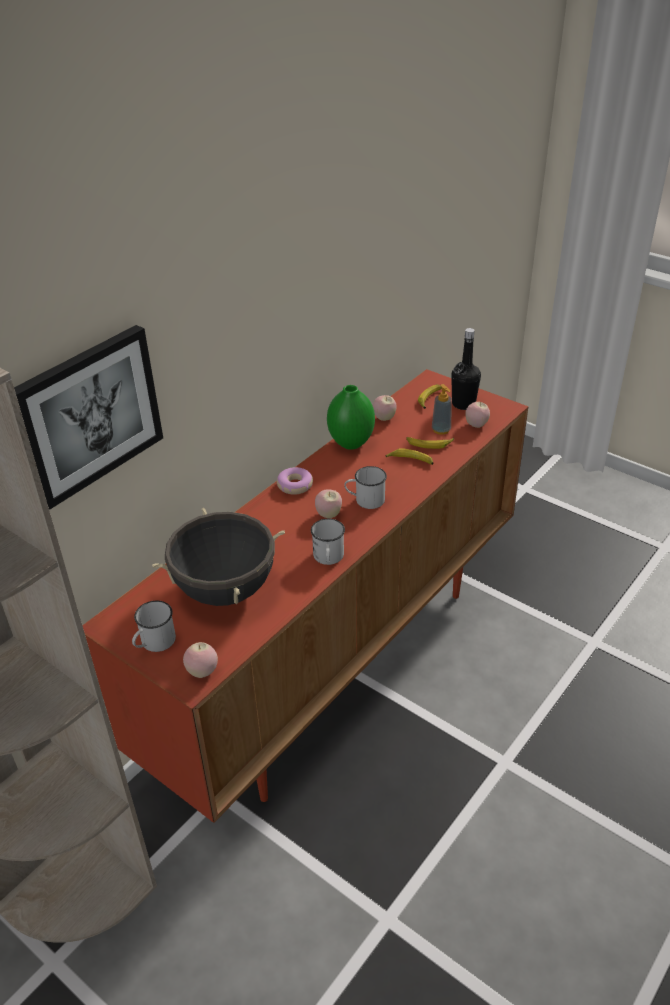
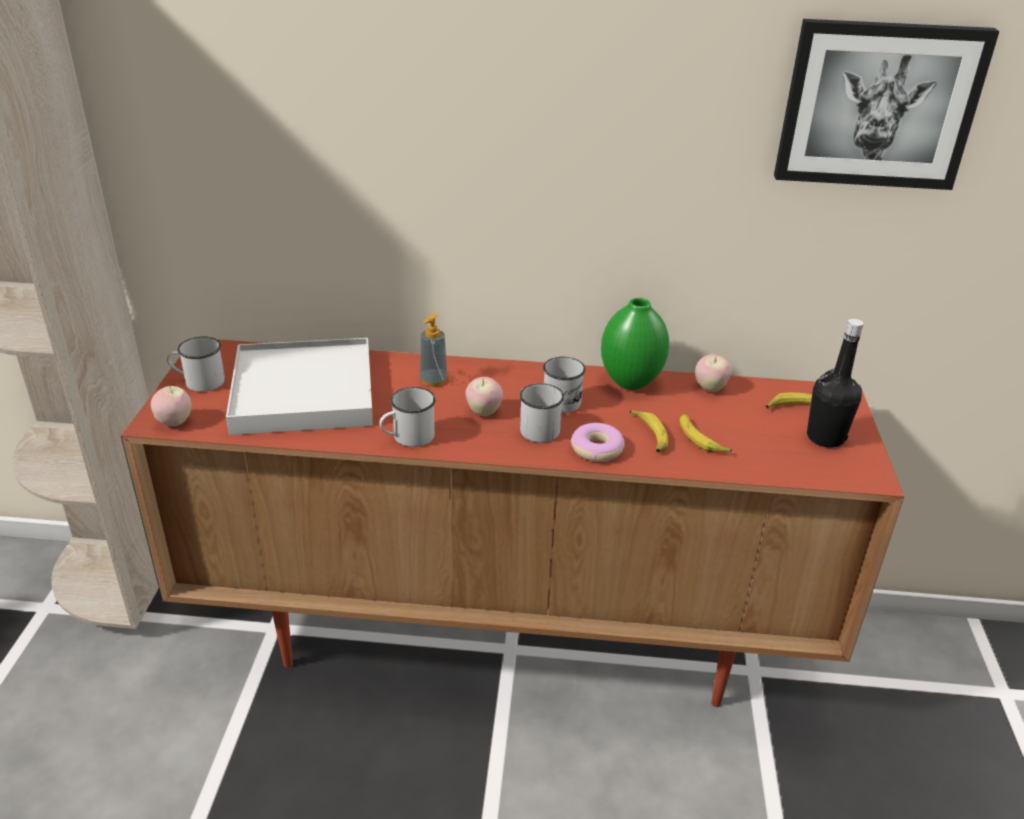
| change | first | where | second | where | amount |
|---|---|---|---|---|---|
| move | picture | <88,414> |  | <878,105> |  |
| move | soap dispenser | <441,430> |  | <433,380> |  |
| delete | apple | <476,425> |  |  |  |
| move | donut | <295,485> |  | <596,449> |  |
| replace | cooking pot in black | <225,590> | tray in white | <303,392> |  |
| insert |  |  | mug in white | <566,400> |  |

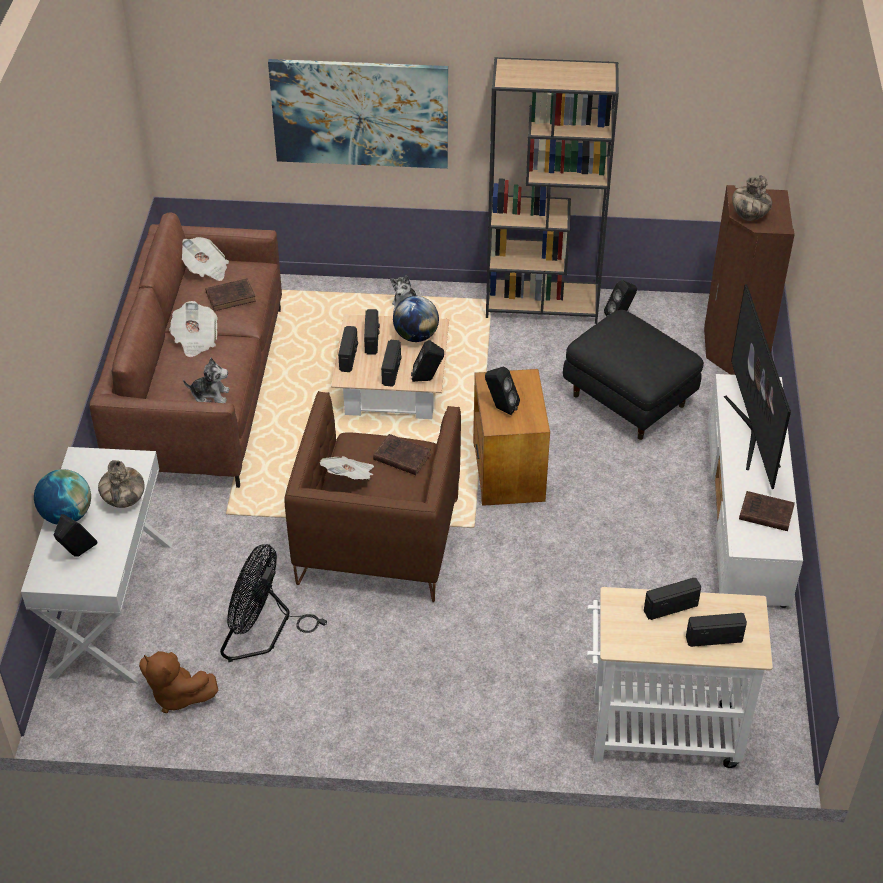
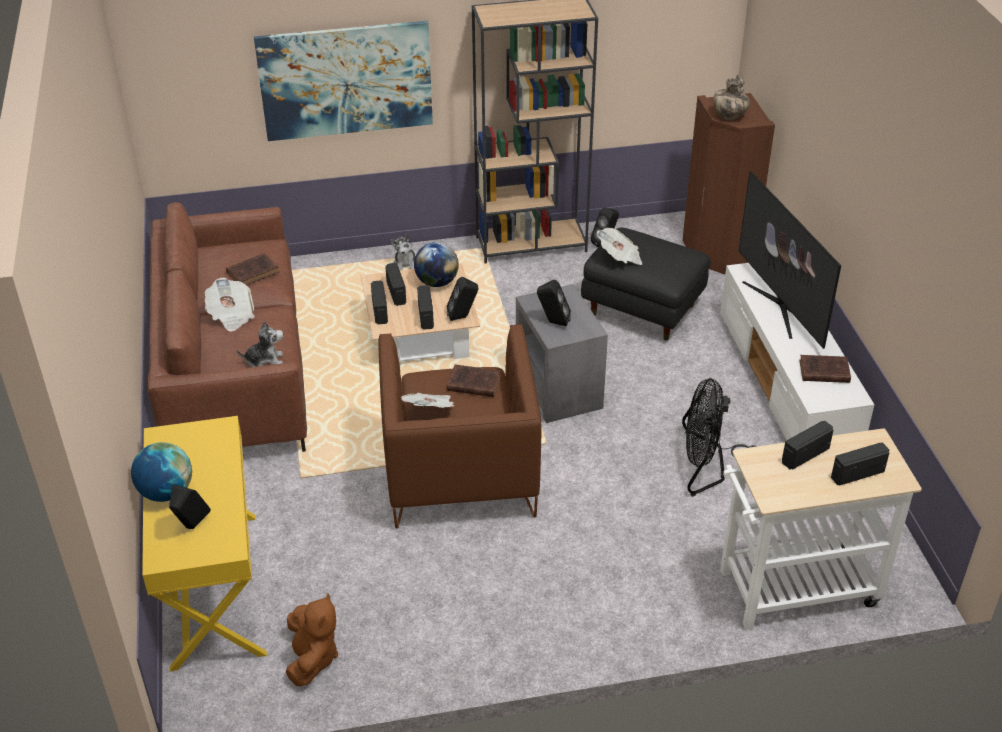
| change | first | where | second | where | amount |
|---|---|---|---|---|---|
| move | newspaper | <206,269> |  | <619,257> |  |
| recolor | side table in brown | <508,471> | side table in grey | <558,389> |  |
| recolor | console table in white | <111,608> | console table in yellow | <214,589> |  |
| delete | vase | <124,500> |  |  |  |
| move | fan in black | <268,626> |  | <708,461> |  |
| rotate | plush toy in brown | <177,695> |  | <312,658> | 105 degrees counterclockwise |

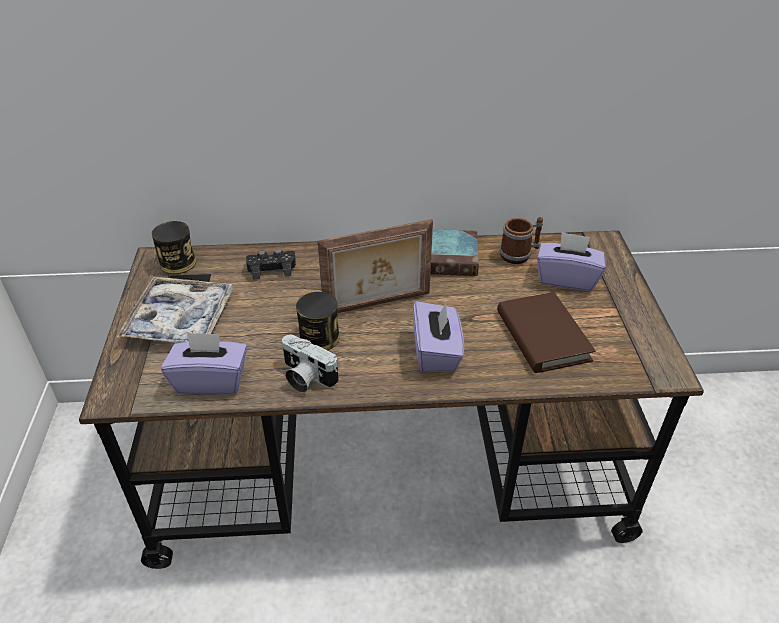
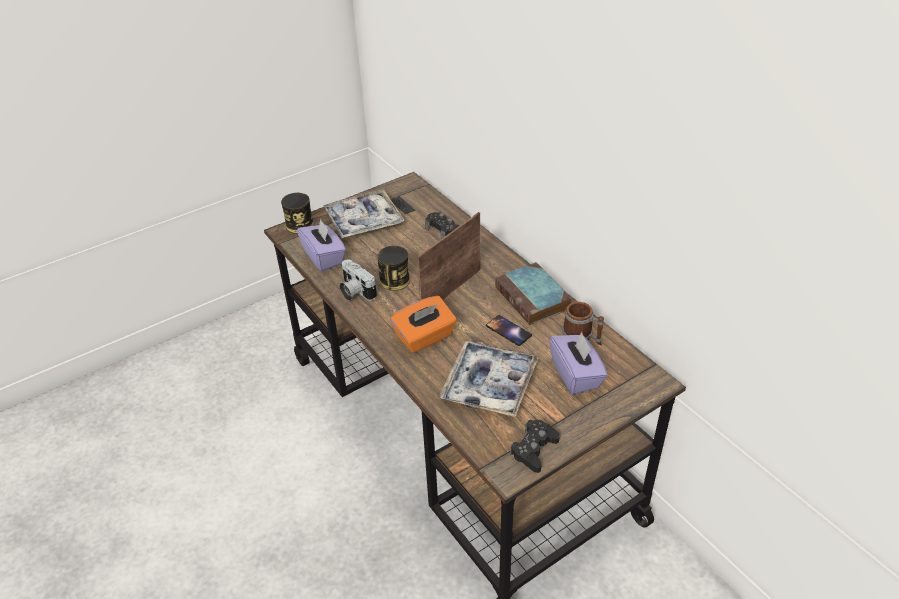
| change | first | where | second | where | amount |
|---|---|---|---|---|---|
| rotate | picture frame | <378,305> |  | <450,291> | 90 degrees clockwise |
| move | can | <178,263> |  | <299,225> |  |
| replace | book in brown | <542,336> | tray | <489,385> |  |
| recolor | tissue box in purple | <436,352> | tissue box in orange | <425,337> |  |
| rotate | photo camera | <305,377> |  | <355,291> | 45 degrees counterclockwise |
| insert |  |  | phone | <508,331> |  |
| insert |  |  | game controller in black | <534,449> |  |

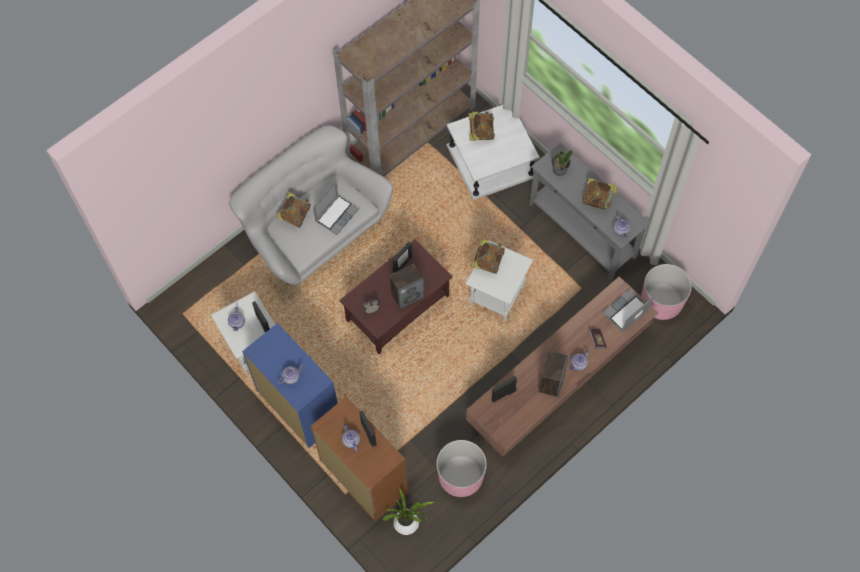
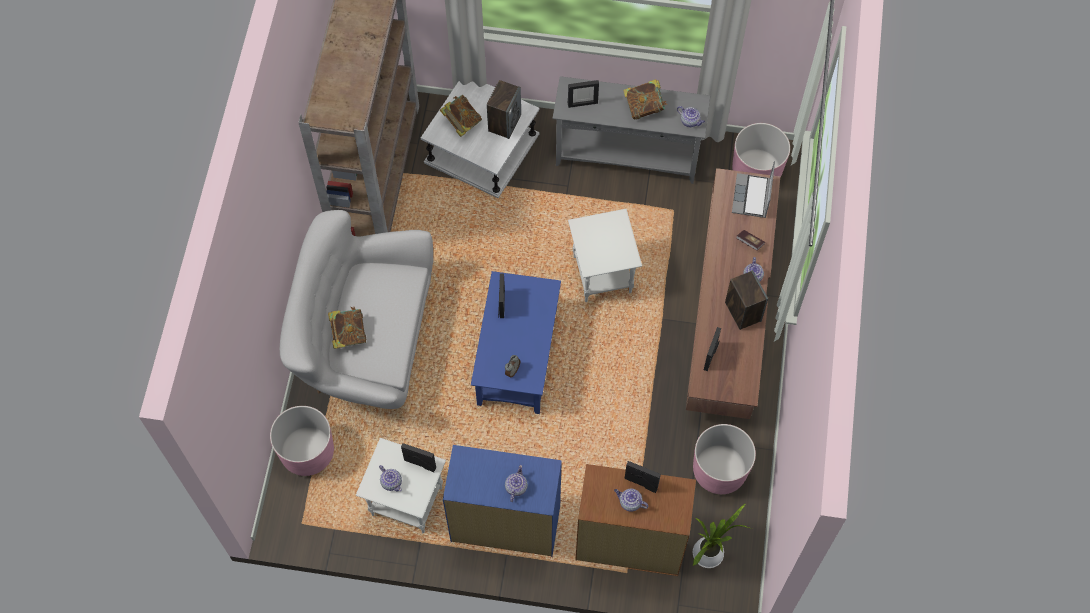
| change | first | where | second | where | amount |
|---|---|---|---|---|---|
| replace | potted plant | <559,170> | picture frame | <582,103> |  |
| delete | laptop | <337,214> |  |  |  |
| recolor | coffee table in brown | <398,307> | coffee table in blue | <517,355> |  |
| delete | book | <487,262> |  |  |  |
| move | speaker | <407,295> |  | <504,122> |  |
| insert |  |  | planter in pink | <307,452> |  |

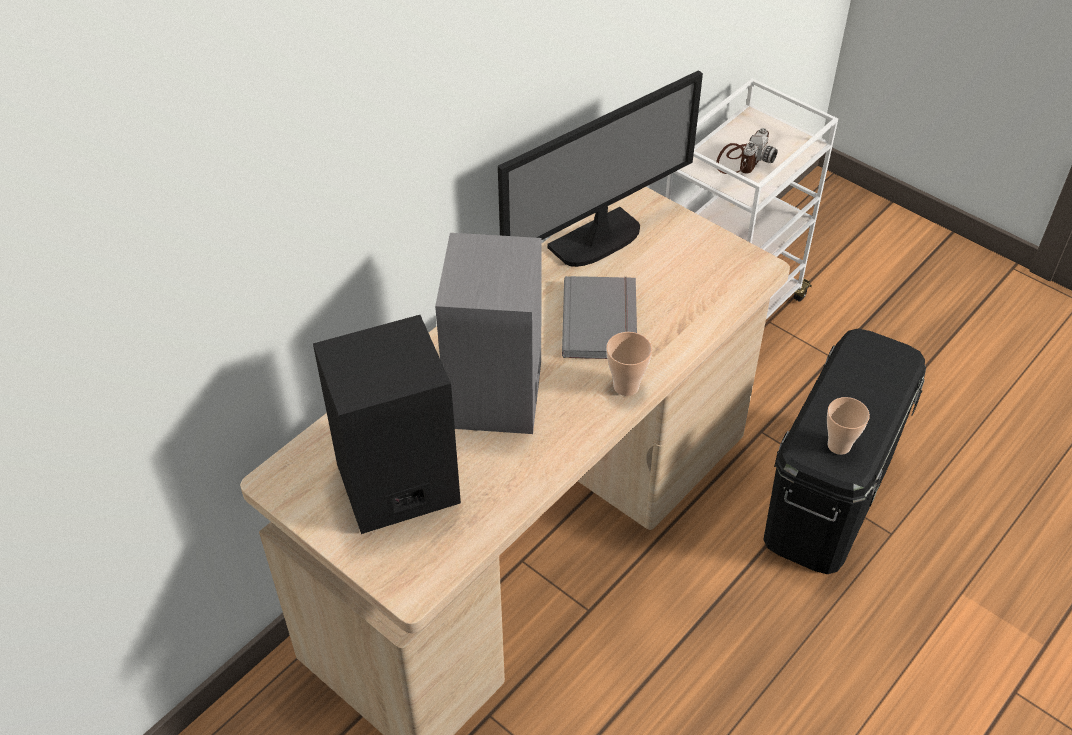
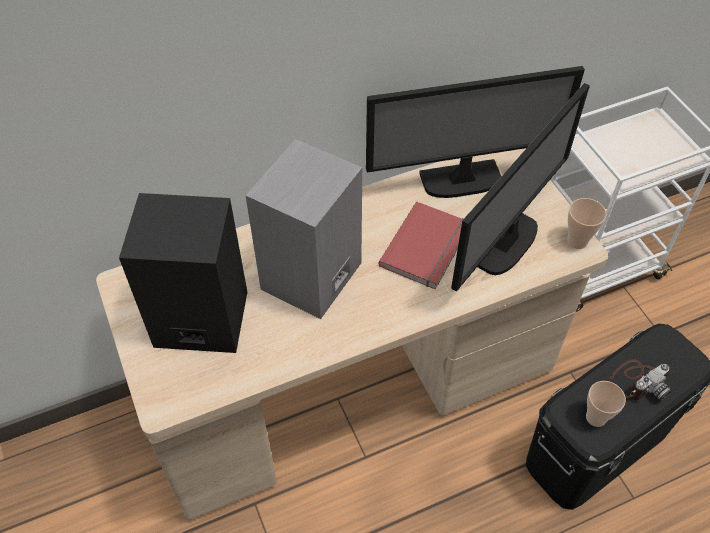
| change | first | where | second | where | amount |
|---|---|---|---|---|---|
| move | photo camera | <742,159> |  | <637,382> |  |
| recolor | book in grey | <603,320> | book in red | <428,247> |  |
| move | cup | <626,386> |  | <577,241> |  |
| insert |  |  | monitor | <506,244> |  |

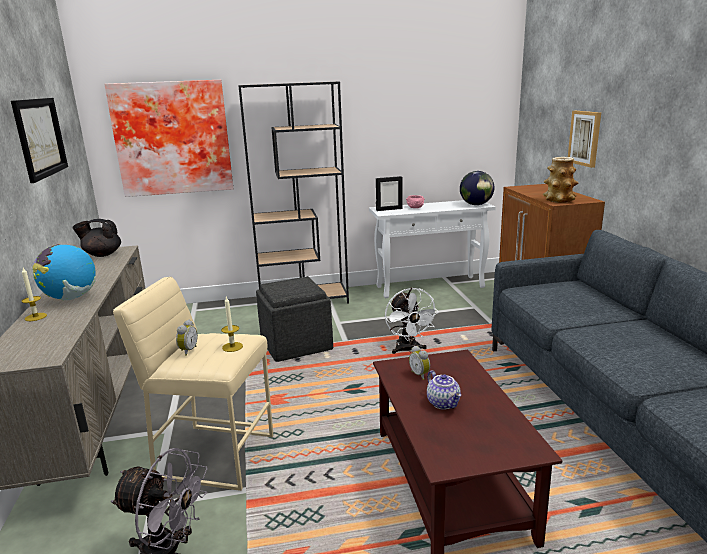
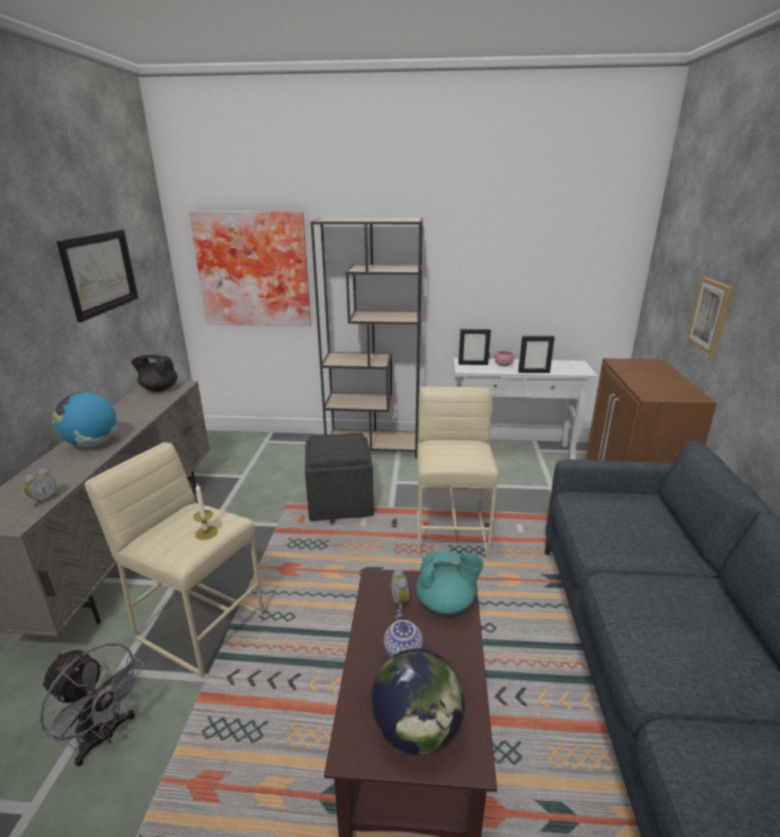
| change | first | where | second | where | amount |
|---|---|---|---|---|---|
| delete | vase | <559,200> |  |  |  |
| move | globe | <476,204> |  | <416,730> |  |
| delete | candle | <35,317> |  |  |  |
| replace | fan in white | <408,350> | stool in beige | <451,533> |  |
| move | alarm clock | <187,351> |  | <43,499> |  |
| insert |  |  | picture frame | <533,372> |  |
| insert |  |  | teapot in turquoise | <446,603> |  |

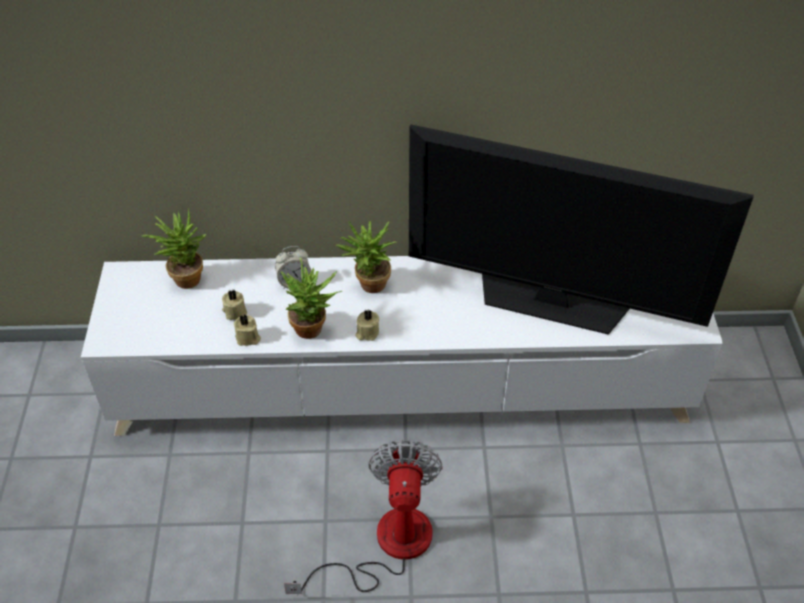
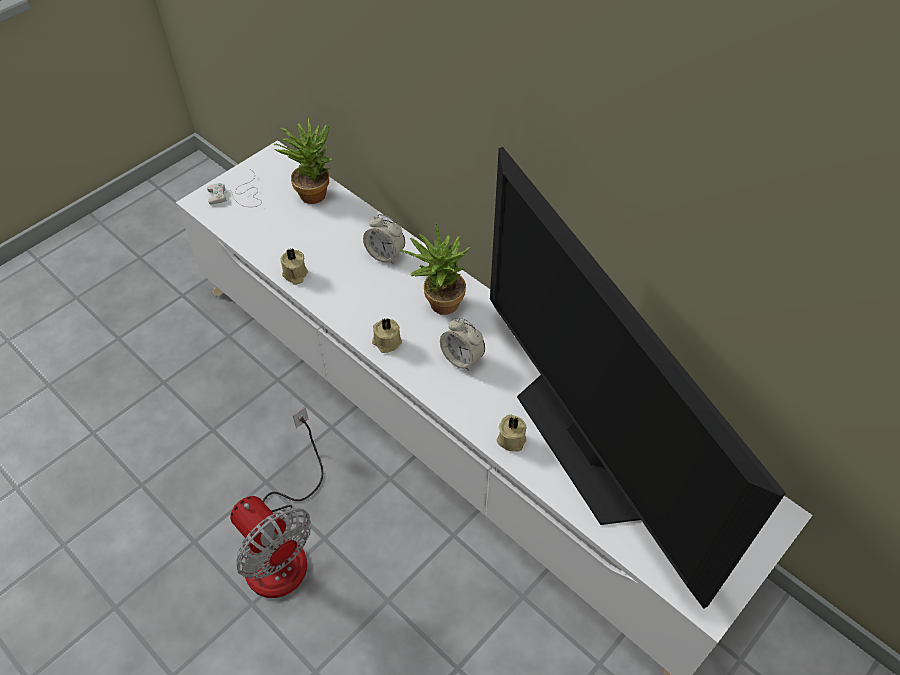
| change | first | where | second | where | amount |
|---|---|---|---|---|---|
| delete | potted plant | <314,330> |  |  |  |
| move | candle in beige | <234,311> |  | <511,438> |  |
| rotate | fan | <386,546> |  | <283,544> | 90 degrees clockwise |
| insert |  |  | game controller in white | <238,195> |  |
| insert |  |  | alarm clock | <462,358> |  |

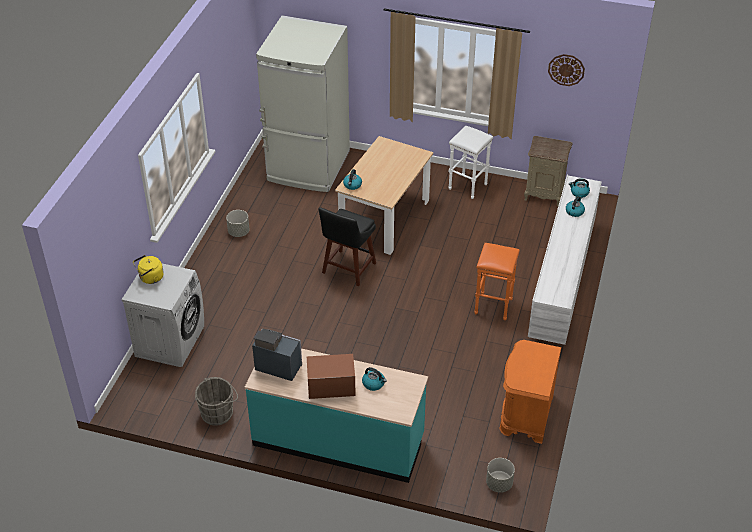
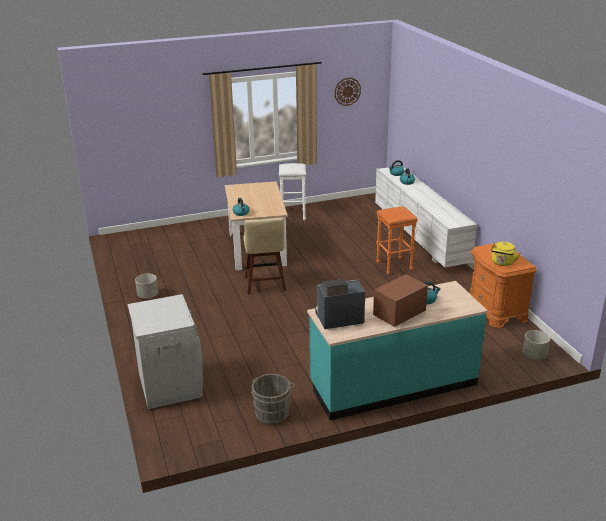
| change | first | where | second | where | amount |
|---|---|---|---|---|---|
| delete | fridge in white | <308,166> |  |  |  |
| delete | nightstand in beige | <544,194> |  |  |  |
| recolor | chair in black | <347,269> | chair in beige | <265,285> |  |
| move | kettle in yellow | <150,278> |  | <502,263> |  |

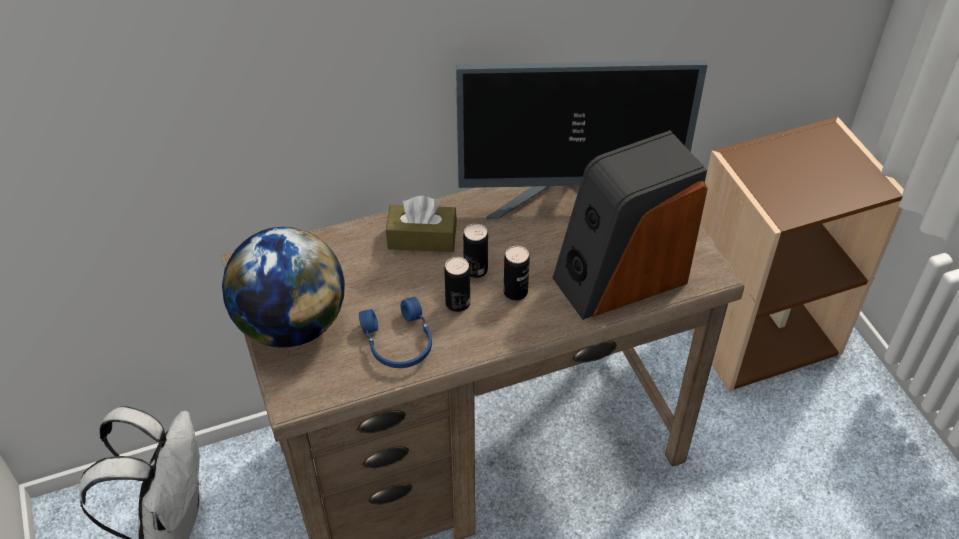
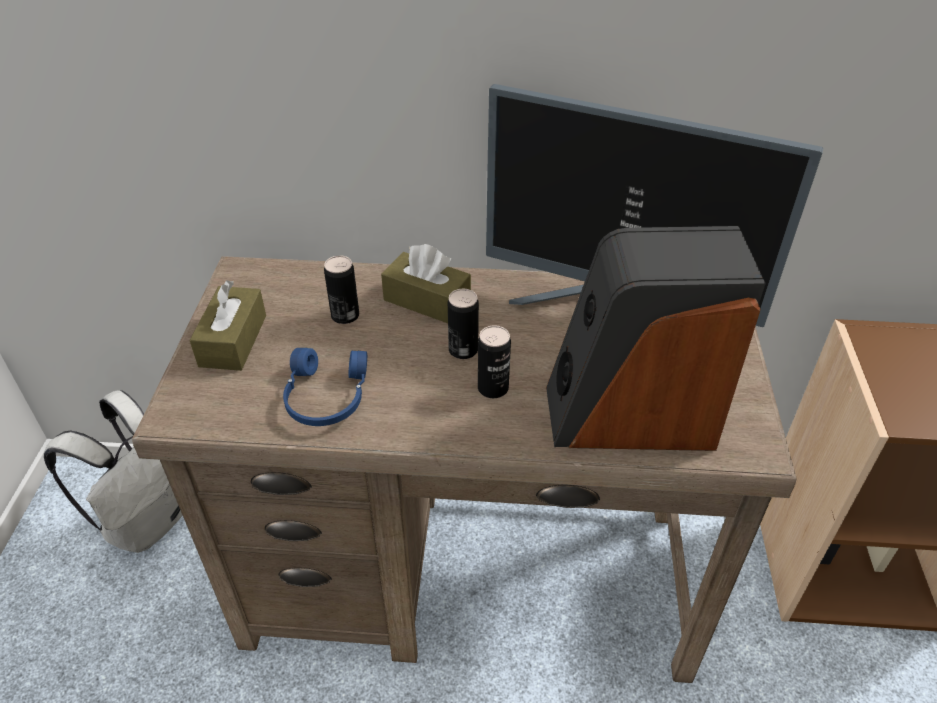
| change | first | where | second | where | amount |
|---|---|---|---|---|---|
| replace | globe | <291,324> | tissue box in brown | <233,340> |  |
| move | can | <457,303> |  | <345,316> |  |

